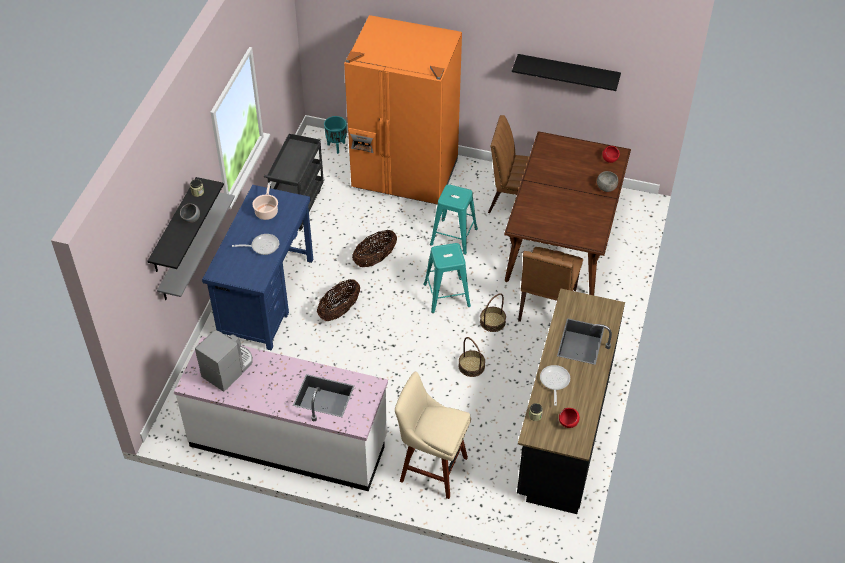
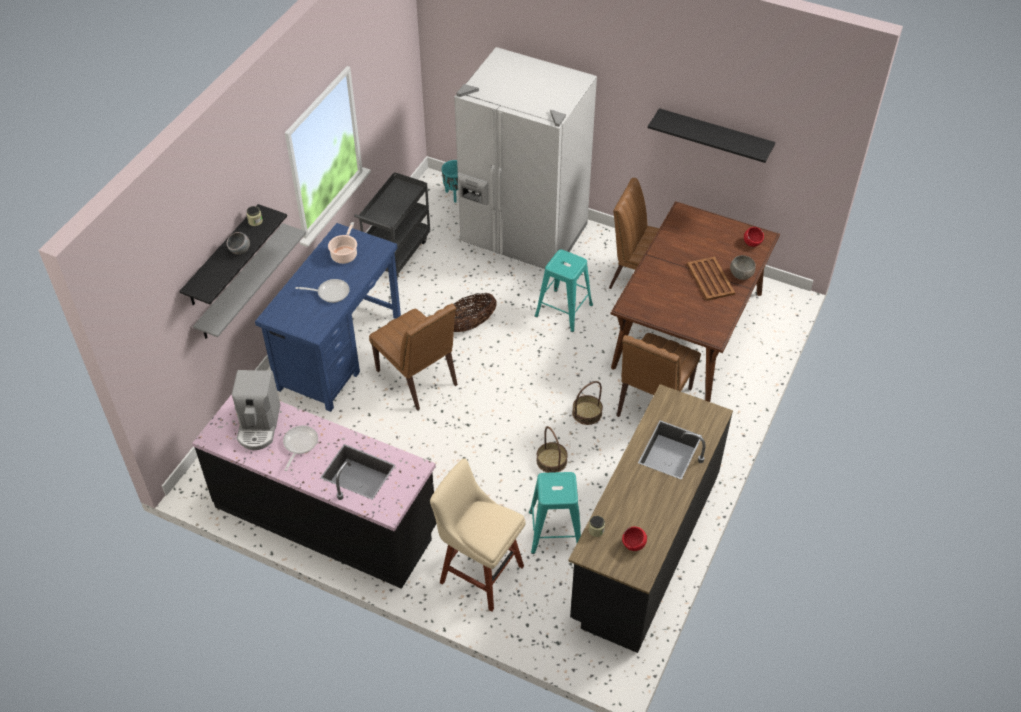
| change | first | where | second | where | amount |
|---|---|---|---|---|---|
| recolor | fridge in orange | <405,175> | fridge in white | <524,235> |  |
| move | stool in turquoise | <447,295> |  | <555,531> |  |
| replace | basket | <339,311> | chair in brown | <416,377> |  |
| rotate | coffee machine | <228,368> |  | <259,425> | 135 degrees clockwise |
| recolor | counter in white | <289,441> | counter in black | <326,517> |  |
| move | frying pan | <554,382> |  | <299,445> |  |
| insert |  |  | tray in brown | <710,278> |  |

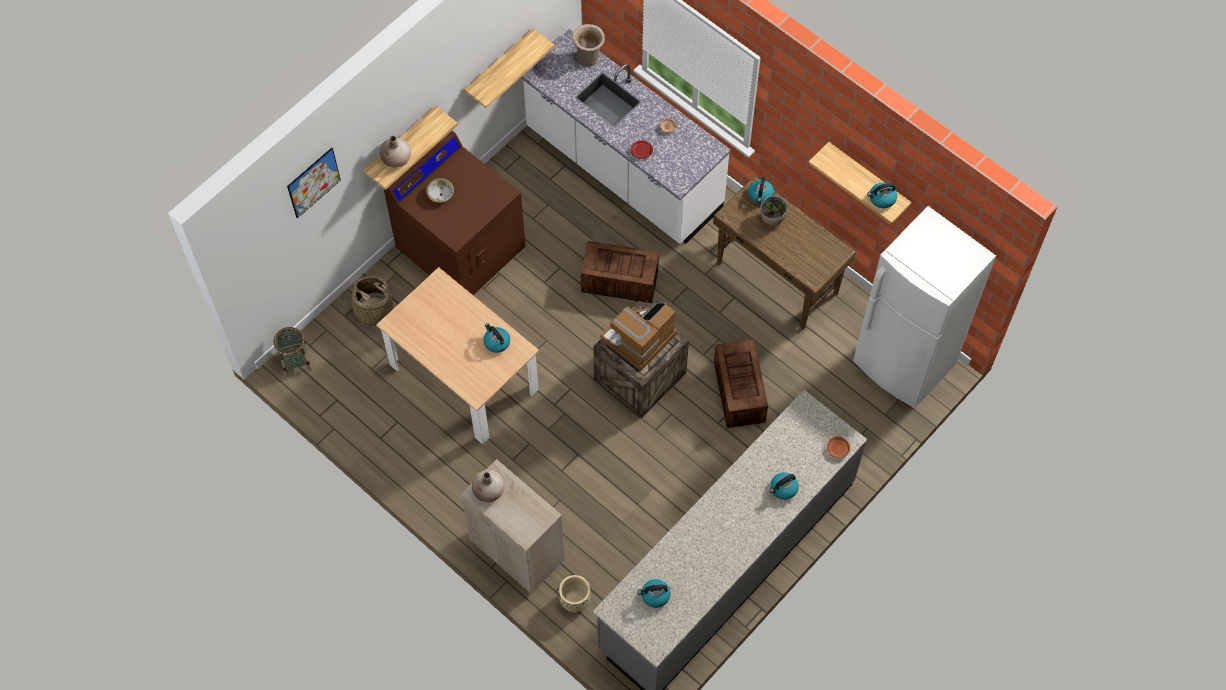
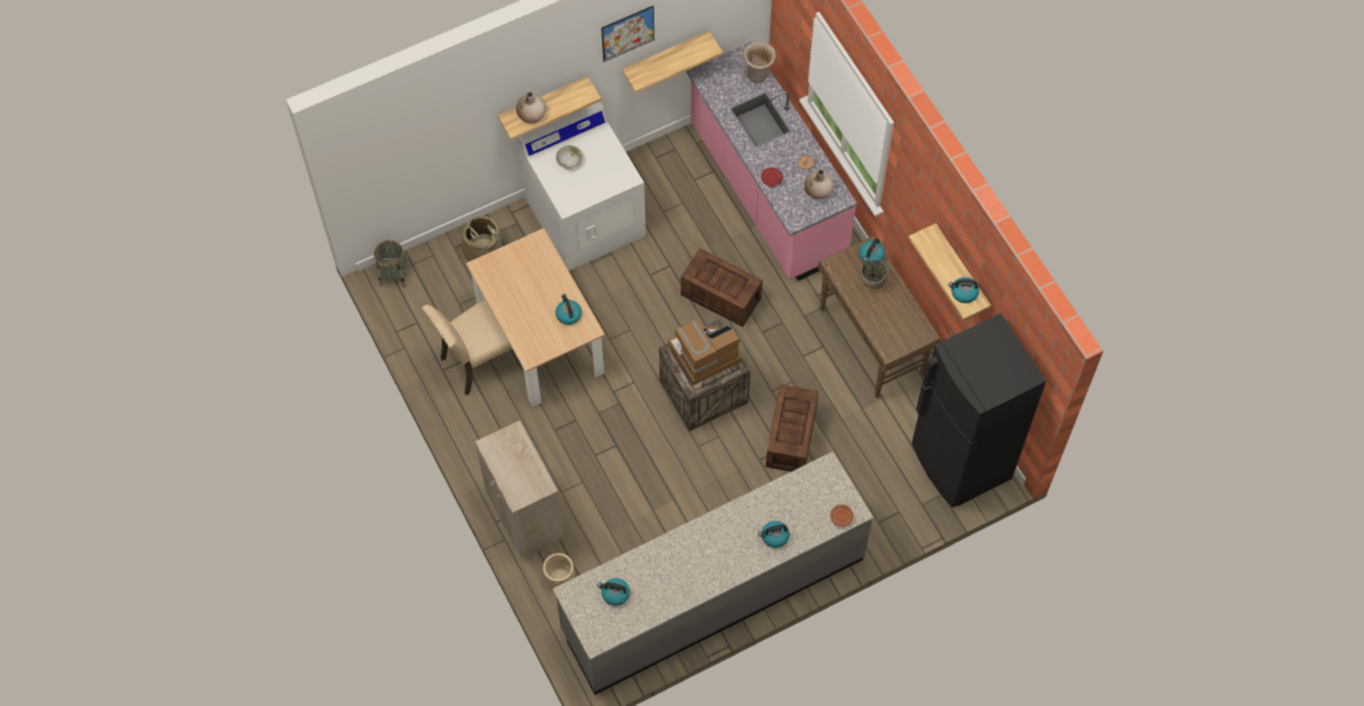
| change | first | where | second | where | amount |
|---|---|---|---|---|---|
| recolor | counter in white | <623,170> | counter in pink | <766,192> |  |
| recolor | washing machine in brown | <461,246> | washing machine in white | <586,217> |  |
| move | picture | <313,182> |  | <627,33> |  |
| recolor | fridge in white | <903,363> | fridge in black | <960,462> |  |
| move | vase in beige | <489,491> |  | <818,191> |  |
| insert |  |  | chair in beige | <480,361> |  |

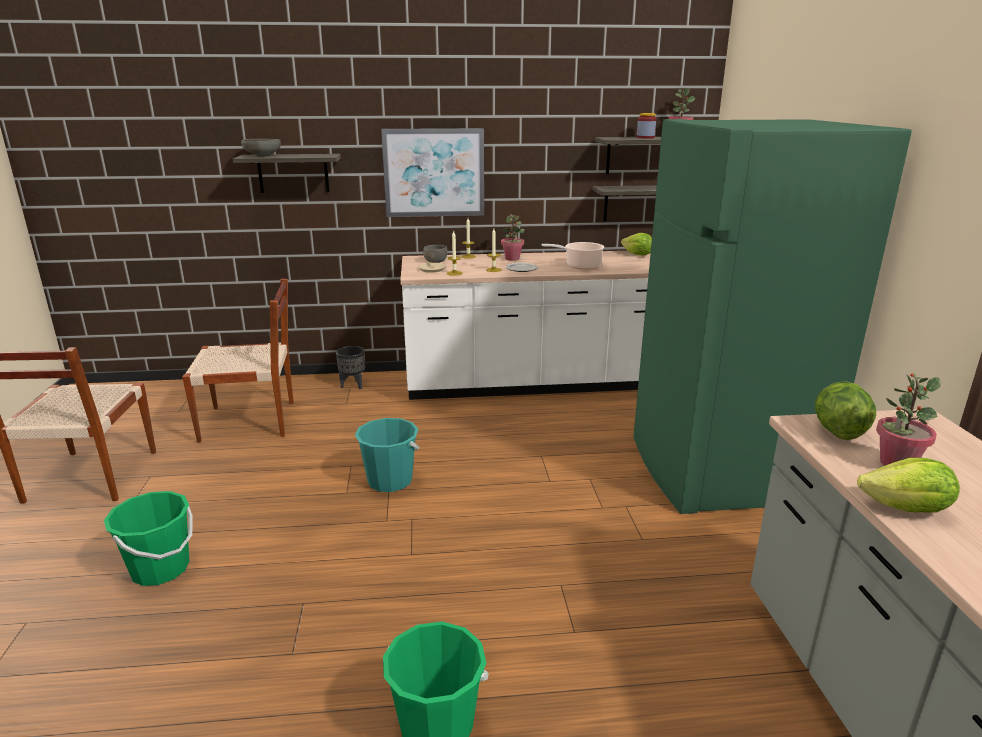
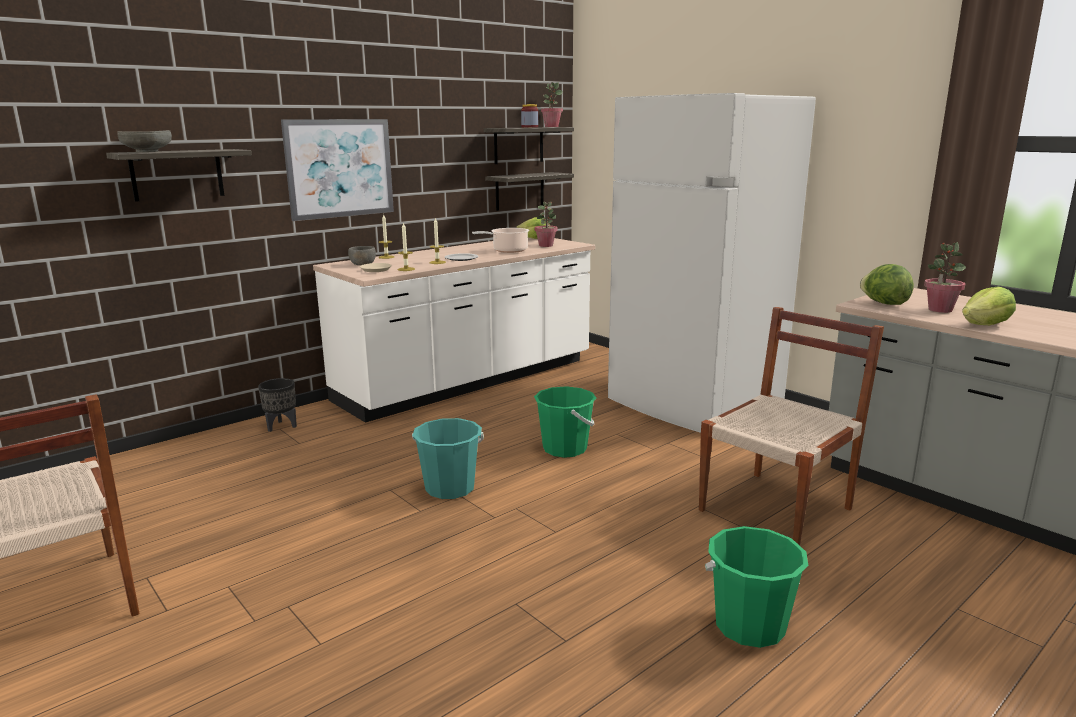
| change | first | where | second | where | amount |
|---|---|---|---|---|---|
| recolor | fridge in green | <720,469> | fridge in white | <694,400> |  |
| move | potted plant | <512,259> |  | <546,245> |  |
| move | chair | <251,422> |  | <777,508> |  |
| move | bucket in green | <160,569> |  | <565,449> |  |

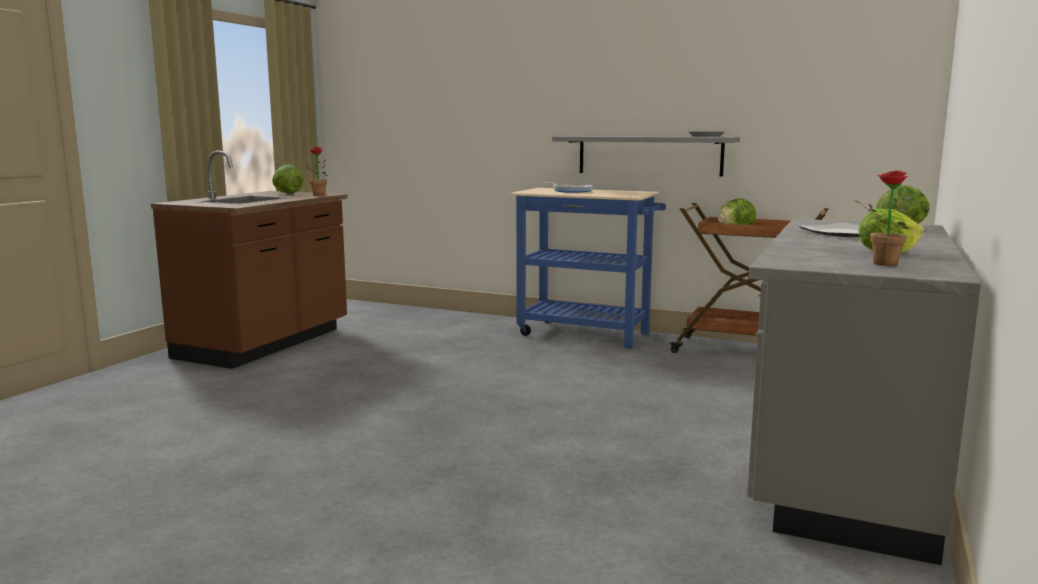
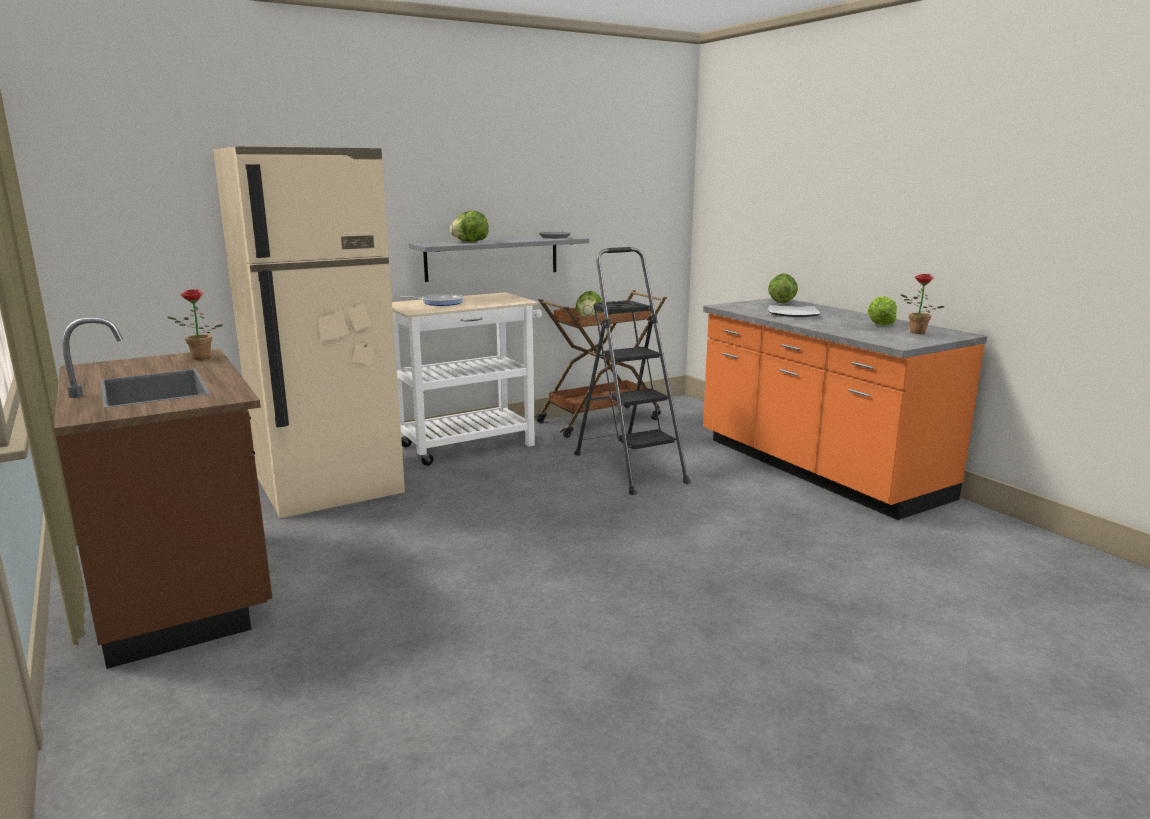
| change | first | where | second | where | amount |
|---|---|---|---|---|---|
| move | lettuce | <287,193> |  | <470,241> |  |
| recolor | cart in blue | <586,334> | cart in white | <468,446> |  |
| recolor | counter in grey | <842,460> | counter in orange | <817,469> |  |
| insert |  |  | fridge in beige | <328,482> |  |
| insert |  |  | step ladder | <628,467> |  |

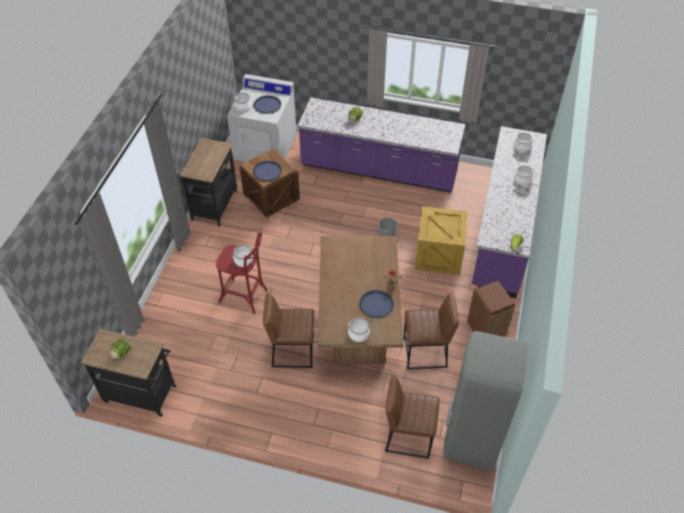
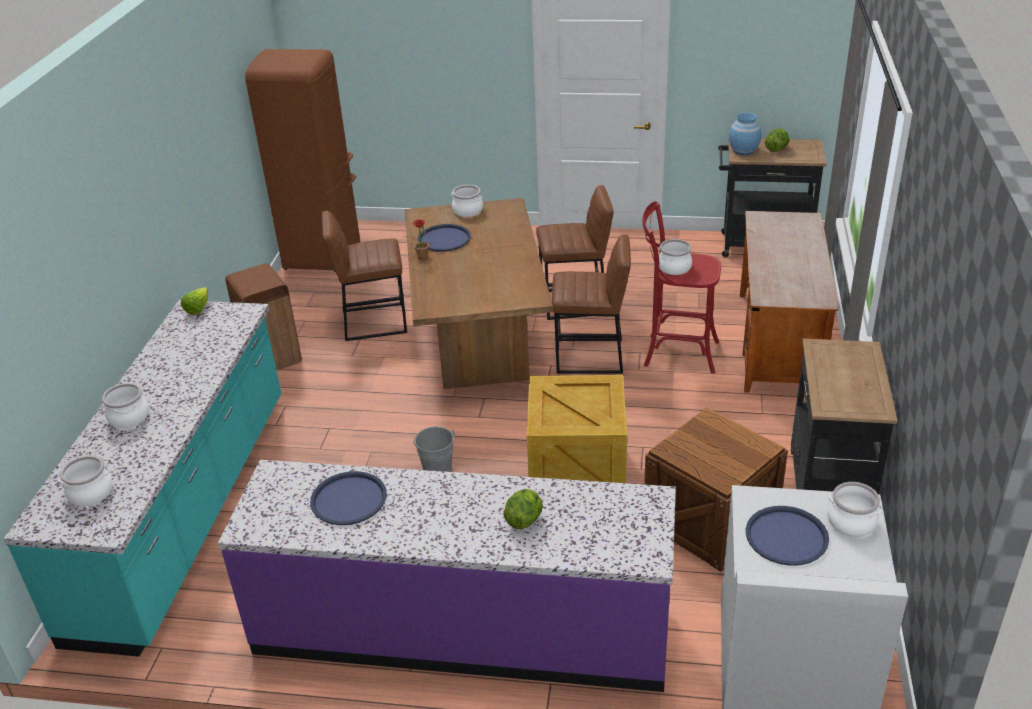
| change | first | where | second | where | amount |
|---|---|---|---|---|---|
| recolor | counter in purple | <503,230> | counter in turquoise | <186,512> |  |
| move | tray in blue | <267,171> |  | <348,499> |  |
| move | crate | <439,255> |  | <575,475> |  |
| recolor | fridge in grey | <470,442> | fridge in brown | <325,254> |  |
| move | chair in brown | <408,437> |  | <591,356> |  |
| insert |  |  | vase in blue | <743,150> |  |
| insert |  |  | desk | <778,343> |  |

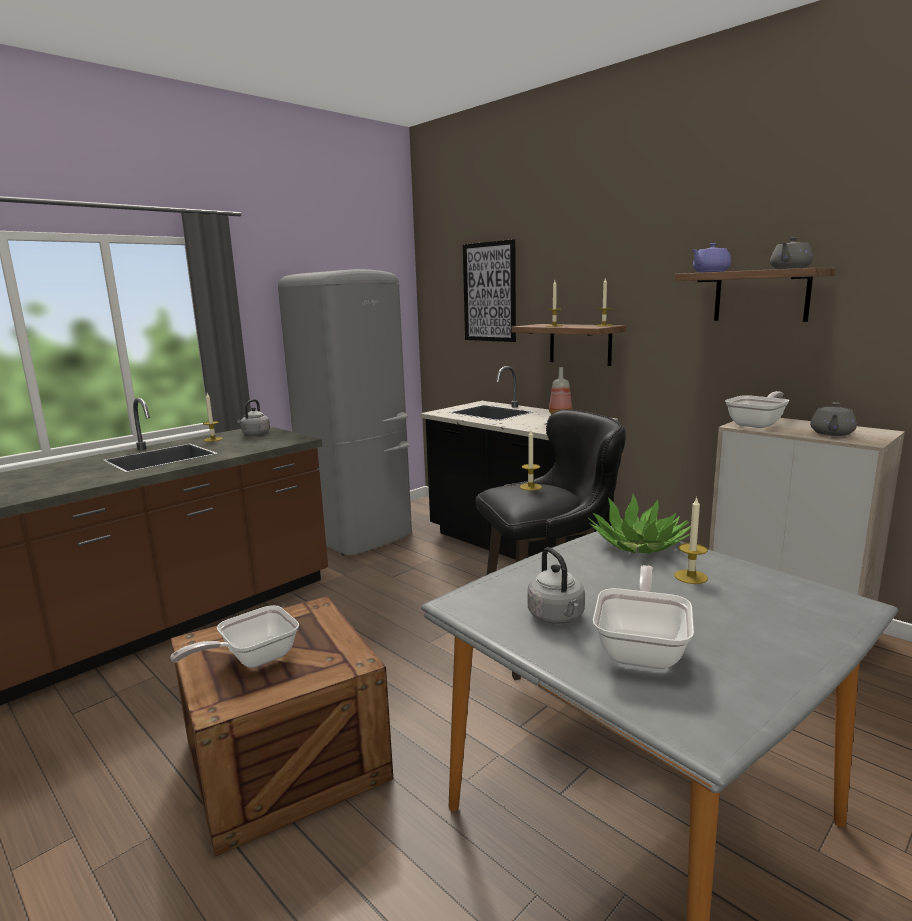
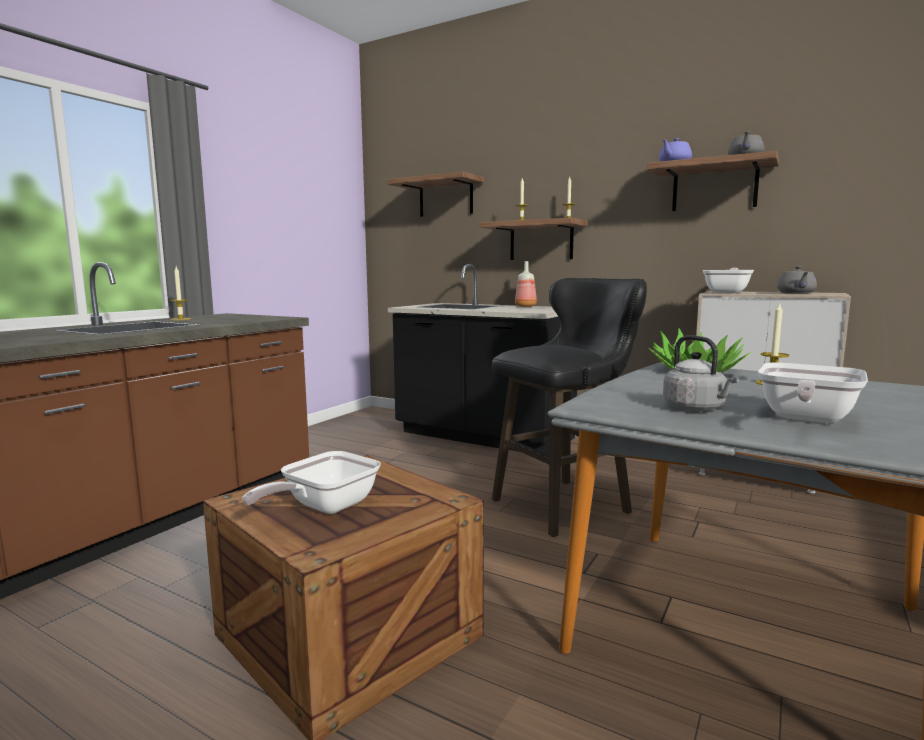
| change | first | where | second | where | amount |
|---|---|---|---|---|---|
| replace | picture | <489,292> | shelf | <446,198> |  |
| delete | fridge in grey | <361,536> |  |  |  |
| delete | kettle in grey | <255,434> |  |  |  |
| delete | candle | <530,487> |  |  |  |
| rotate | frying pan | <642,648> |  | <805,419> | 150 degrees counterclockwise |

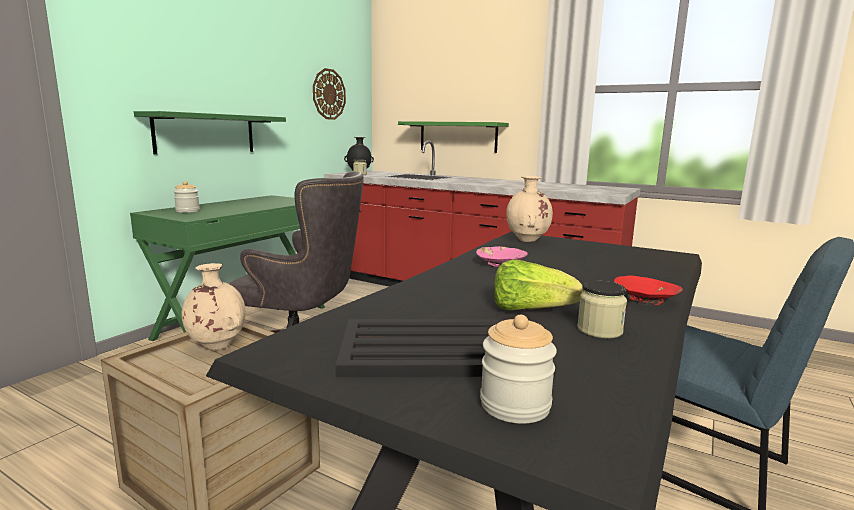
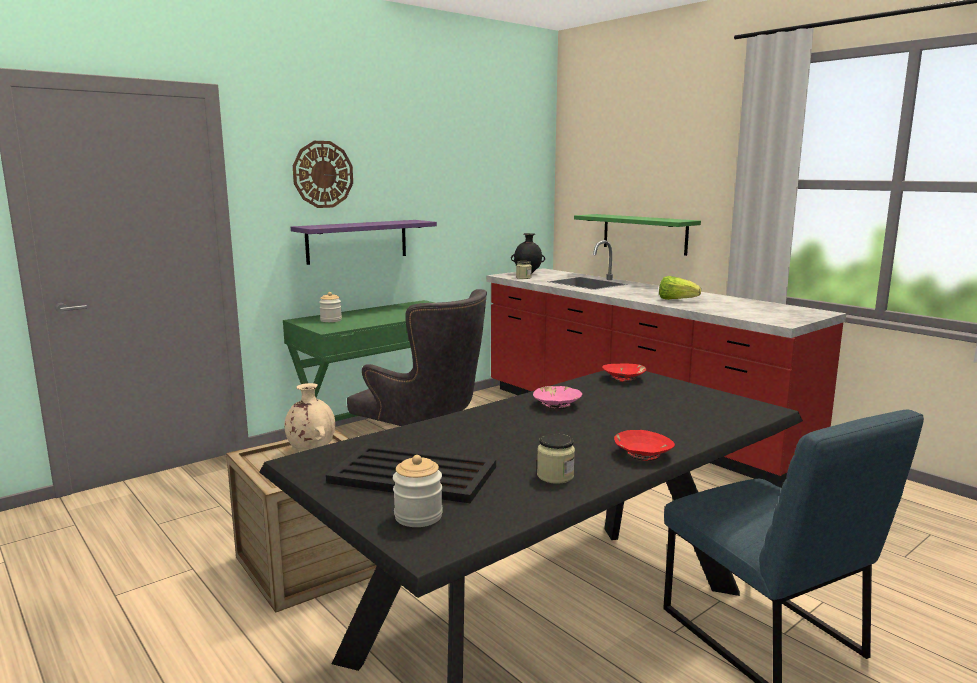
| change | first | where | second | where | amount |
|---|---|---|---|---|---|
| move | wall clock | <329,94> |  | <323,174> |  |
| recolor | shelf in green | <206,133> | shelf in purple | <357,241> |  |
| replace | vase in beige | <527,240> | bowl in red | <624,378> |  |
| move | lettuce | <529,310> |  | <676,300> |  |

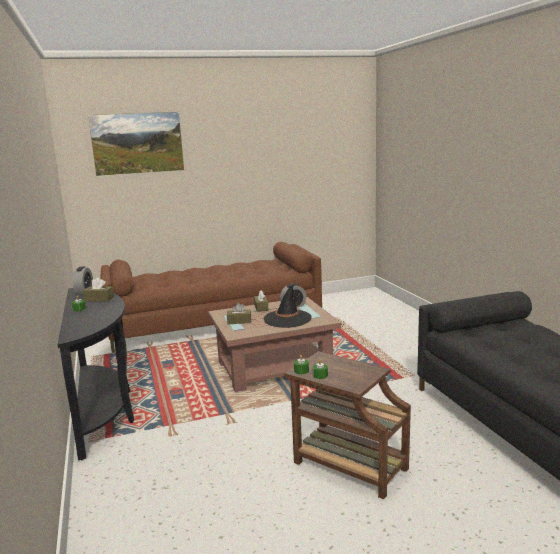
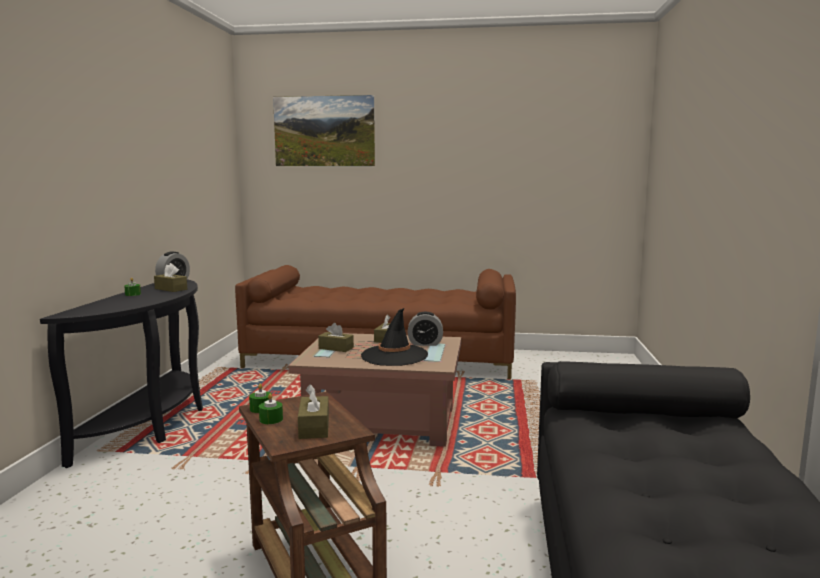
| change | first | where | second | where | amount |
|---|---|---|---|---|---|
| insert |  |  | tissue box in brown | <314,427> |  |

